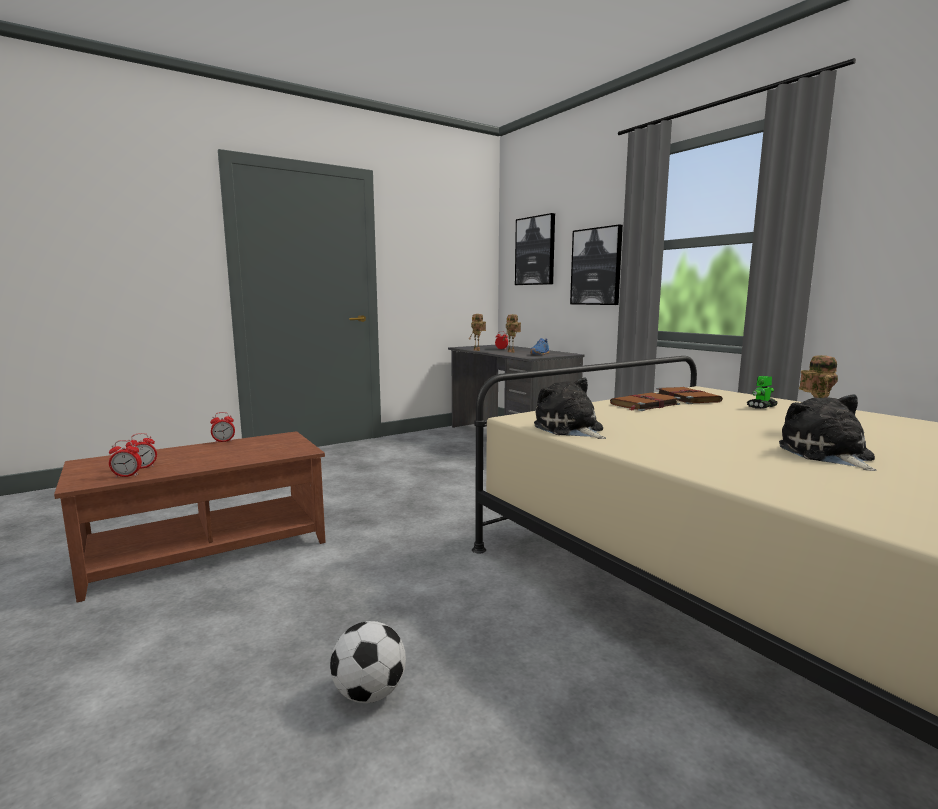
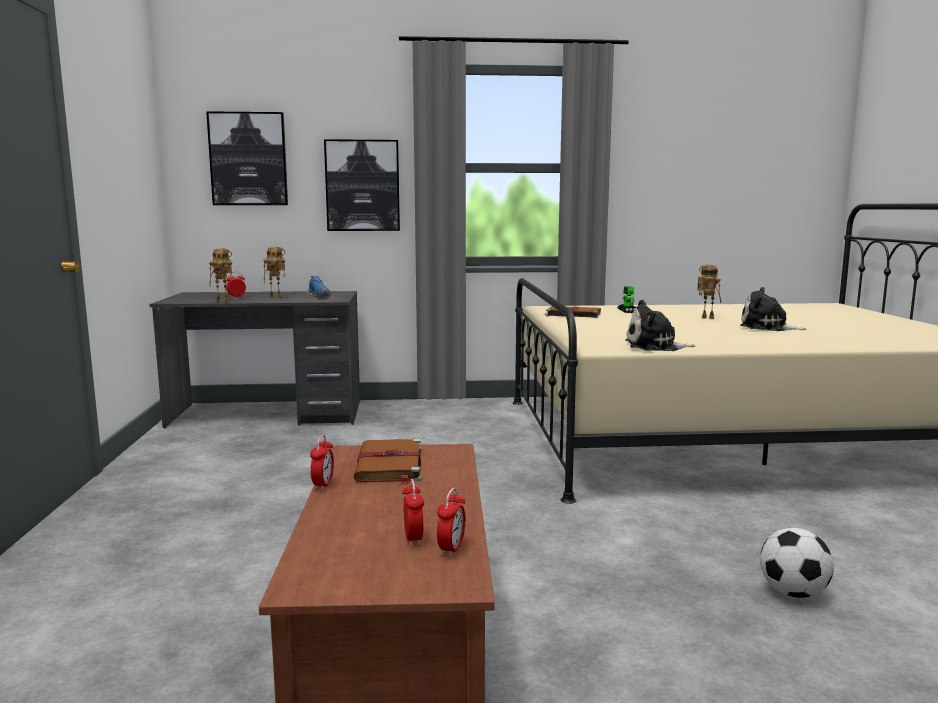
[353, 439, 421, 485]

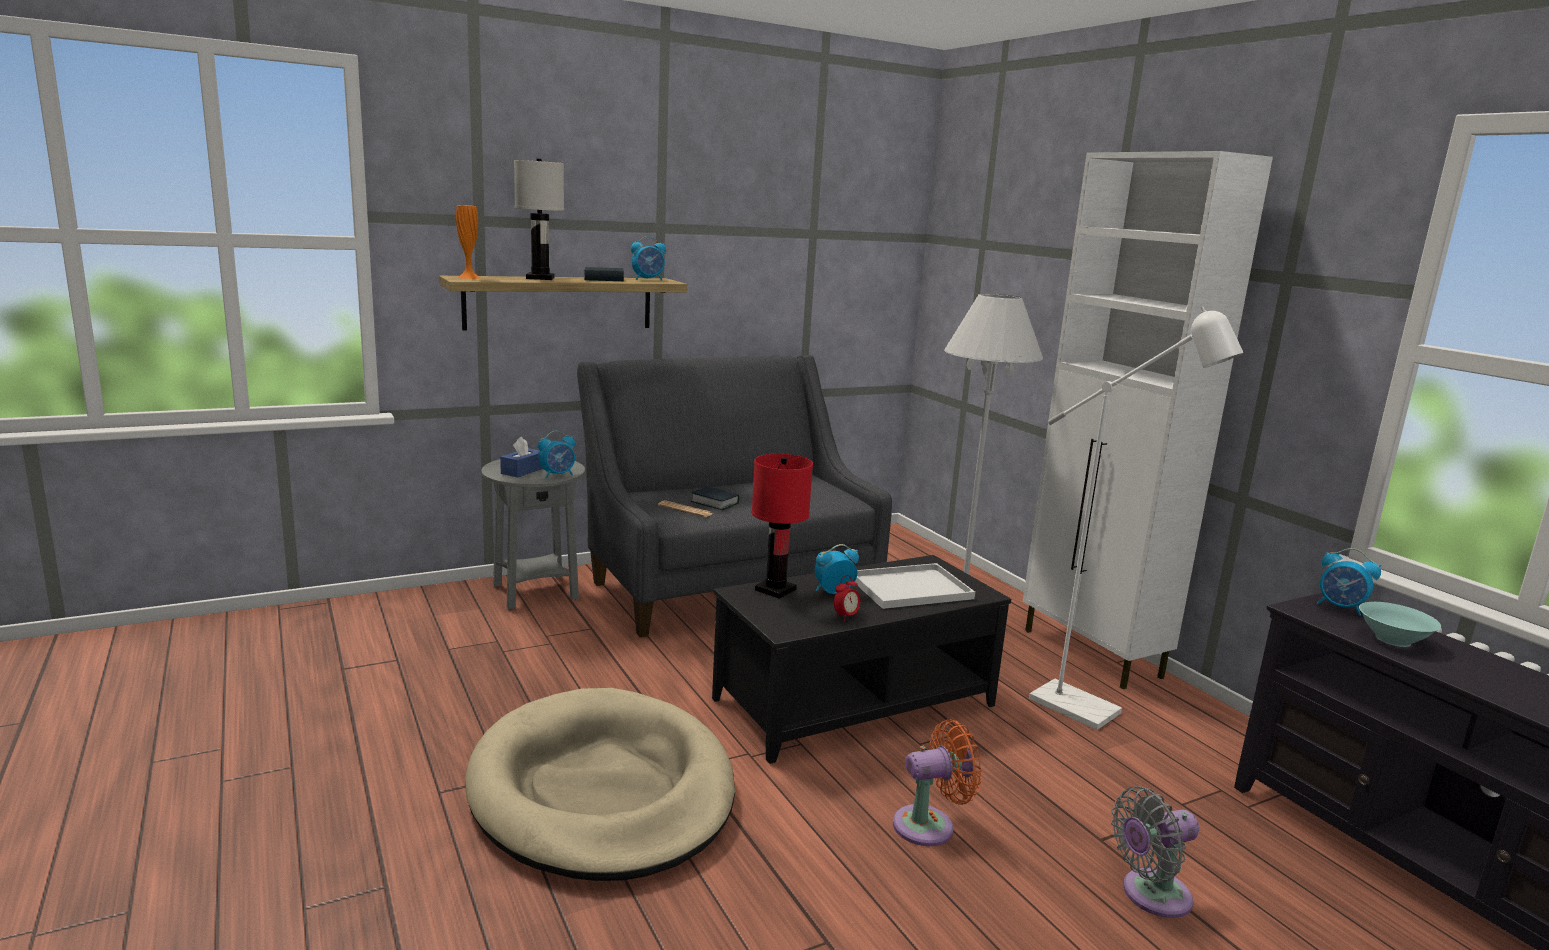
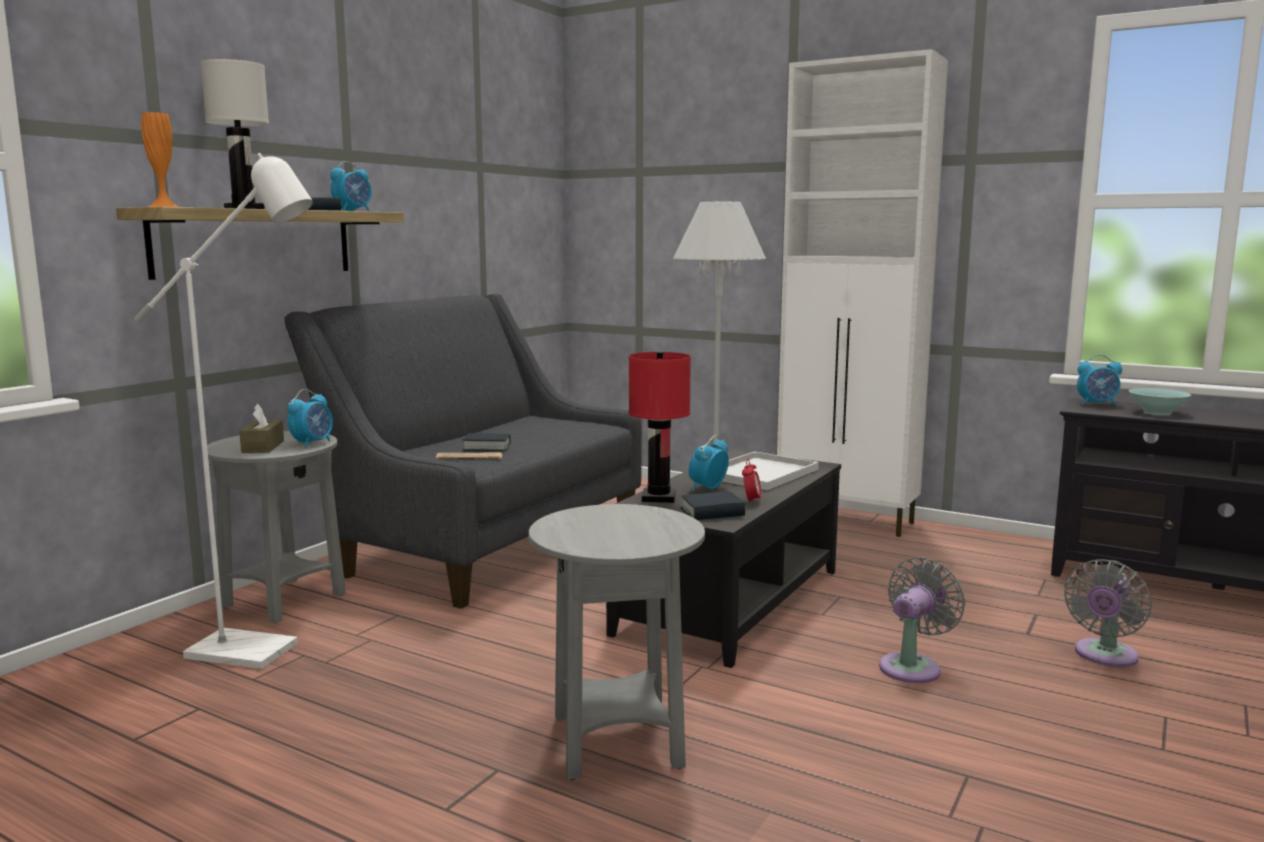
[134, 153, 313, 669]
[239, 404, 284, 453]
[529, 504, 705, 780]
[879, 557, 965, 683]
[680, 491, 745, 520]

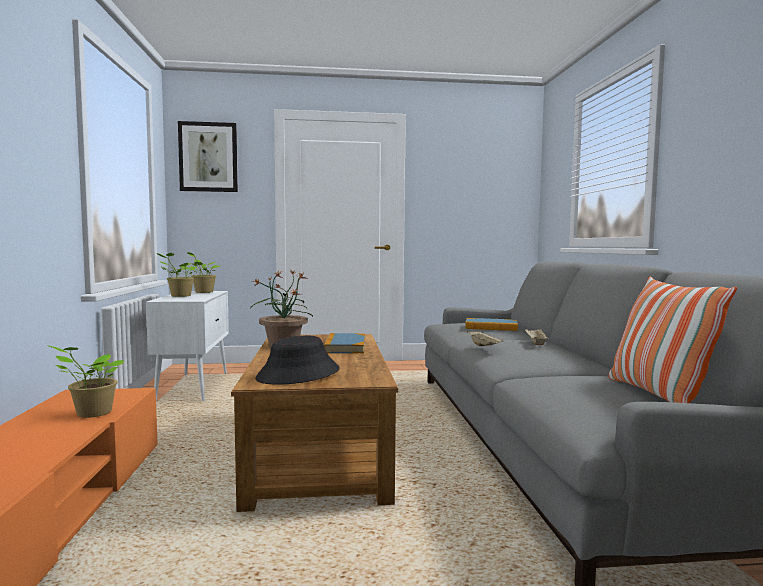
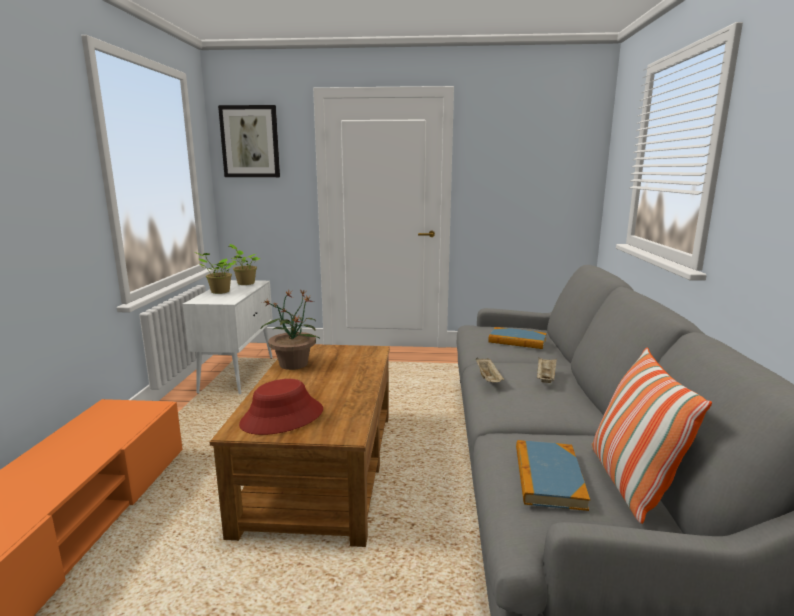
[516, 440, 590, 511]
[239, 379, 323, 435]
[47, 345, 124, 418] (first image)

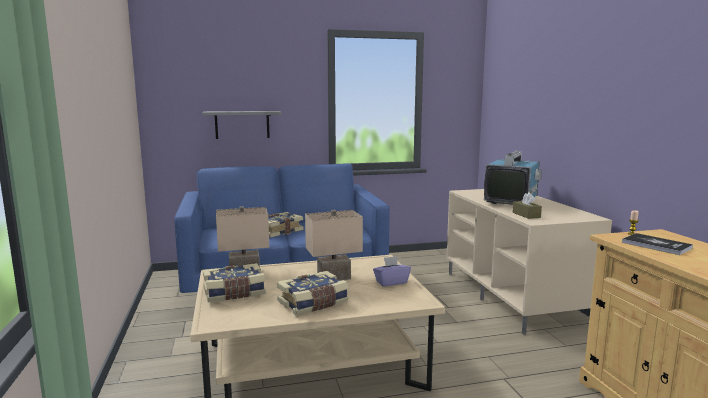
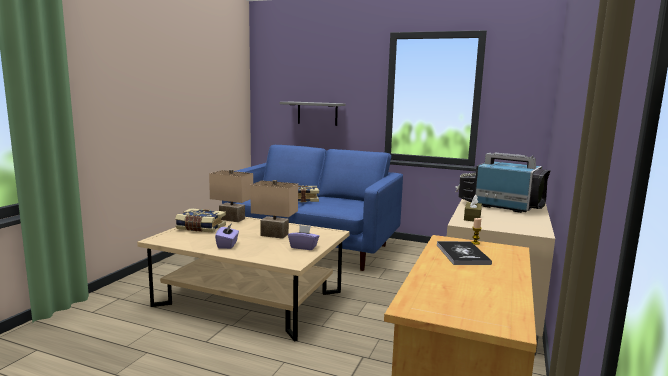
[455, 153, 550, 213]
[215, 223, 239, 249]

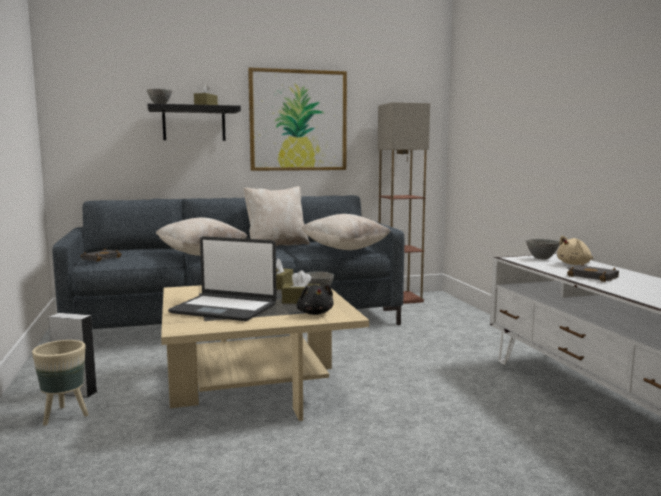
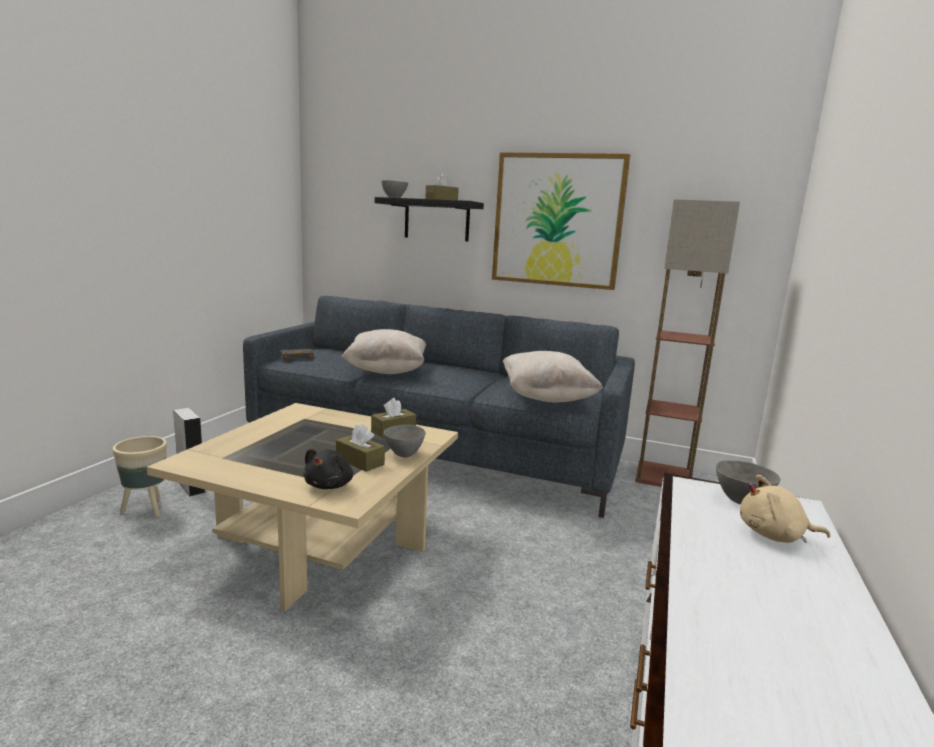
[244, 186, 310, 246] (first image)
[168, 236, 277, 321] (first image)
[567, 263, 619, 282] (first image)

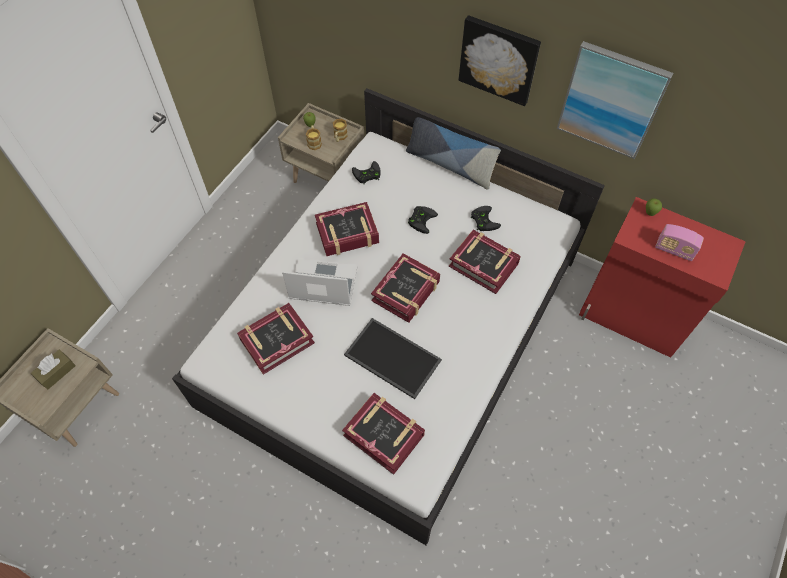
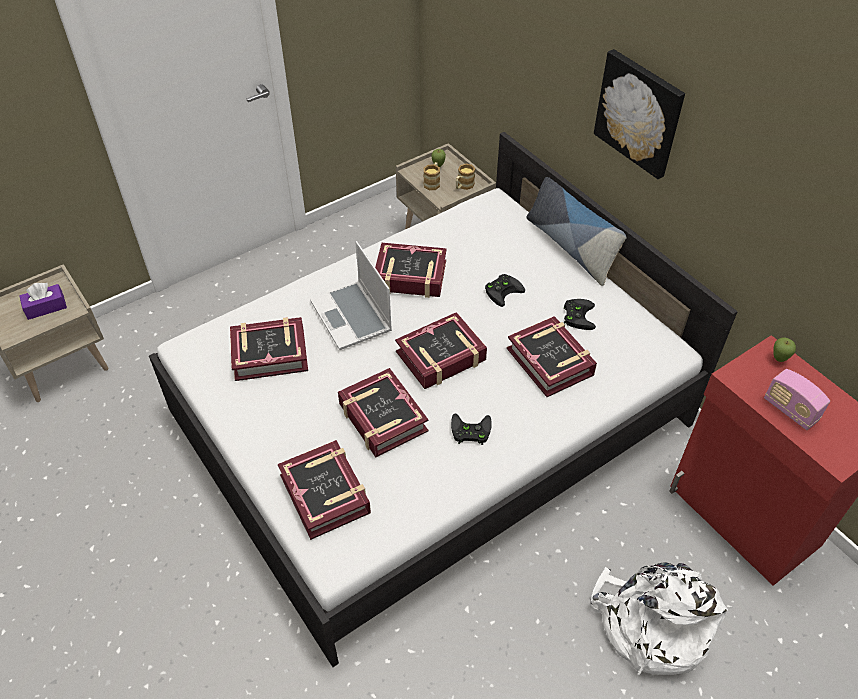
[557, 41, 673, 159] (first image)
[451, 413, 492, 445]
[310, 241, 392, 350]
[338, 368, 428, 457]
[19, 283, 67, 320]
[591, 562, 728, 675]

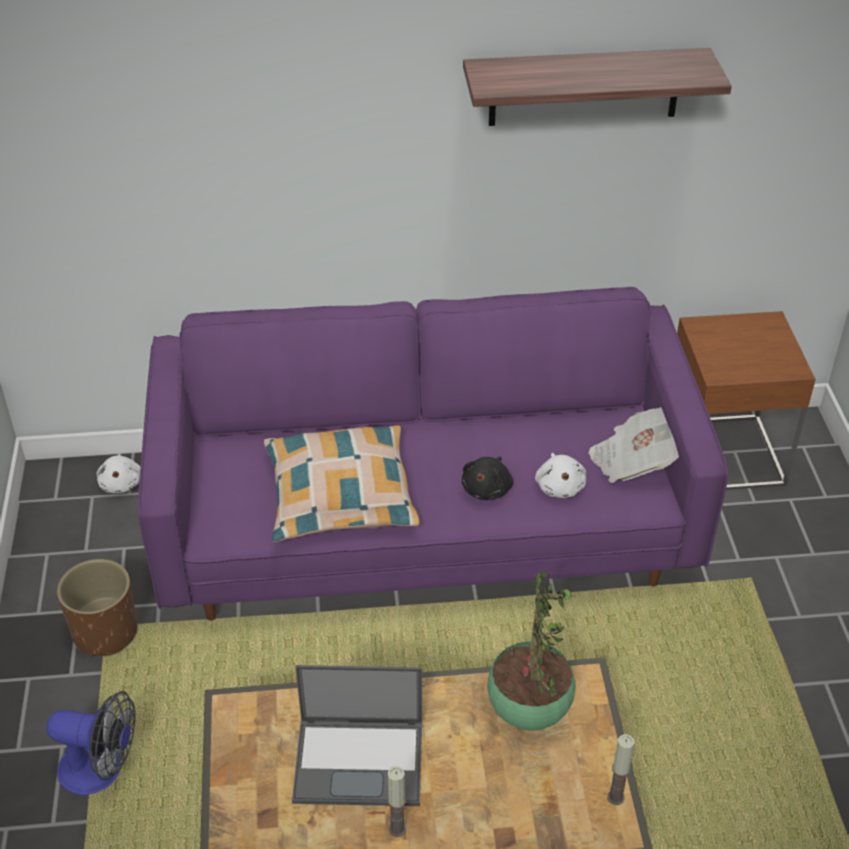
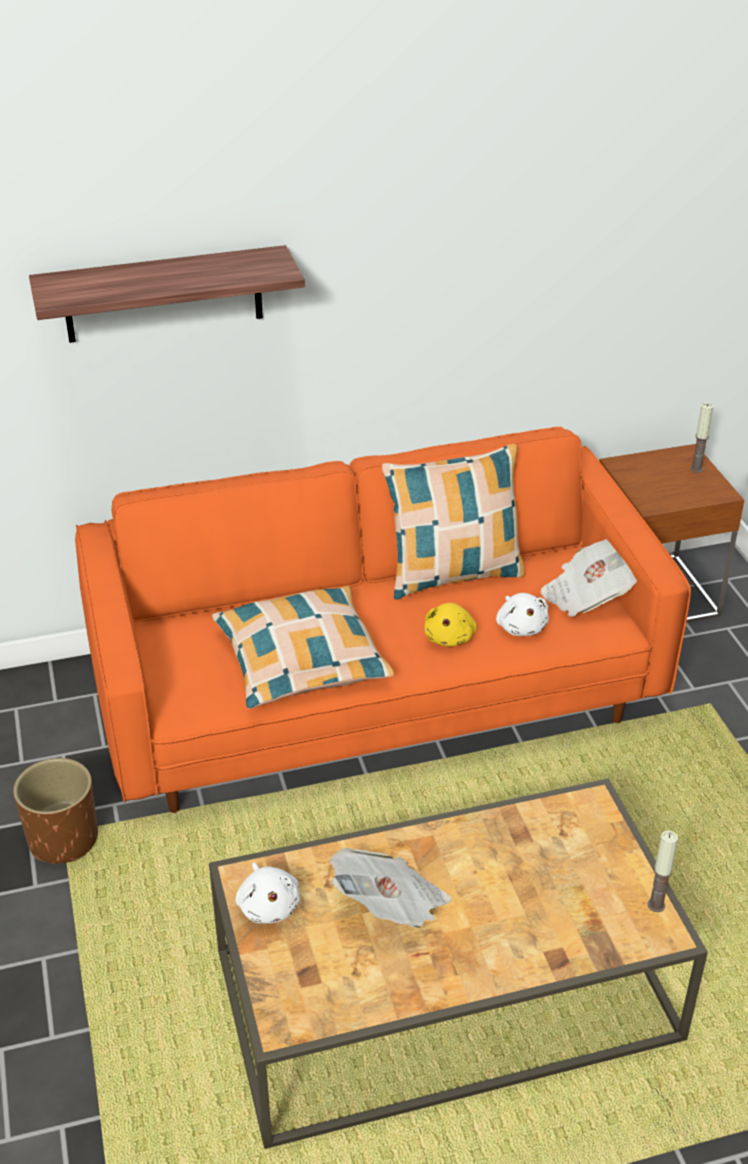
[29, 245, 305, 343]
[75, 427, 691, 813]
[236, 862, 300, 924]
[424, 603, 477, 646]
[487, 572, 576, 731] (first image)
[330, 848, 451, 928]
[46, 691, 136, 796] (first image)
[690, 403, 714, 473]
[382, 444, 525, 600]

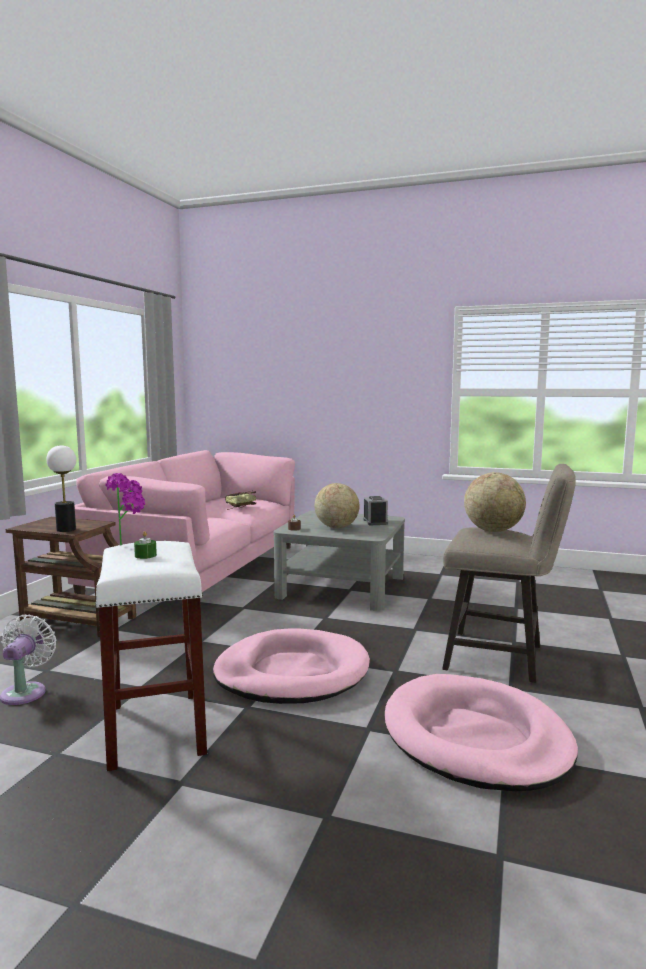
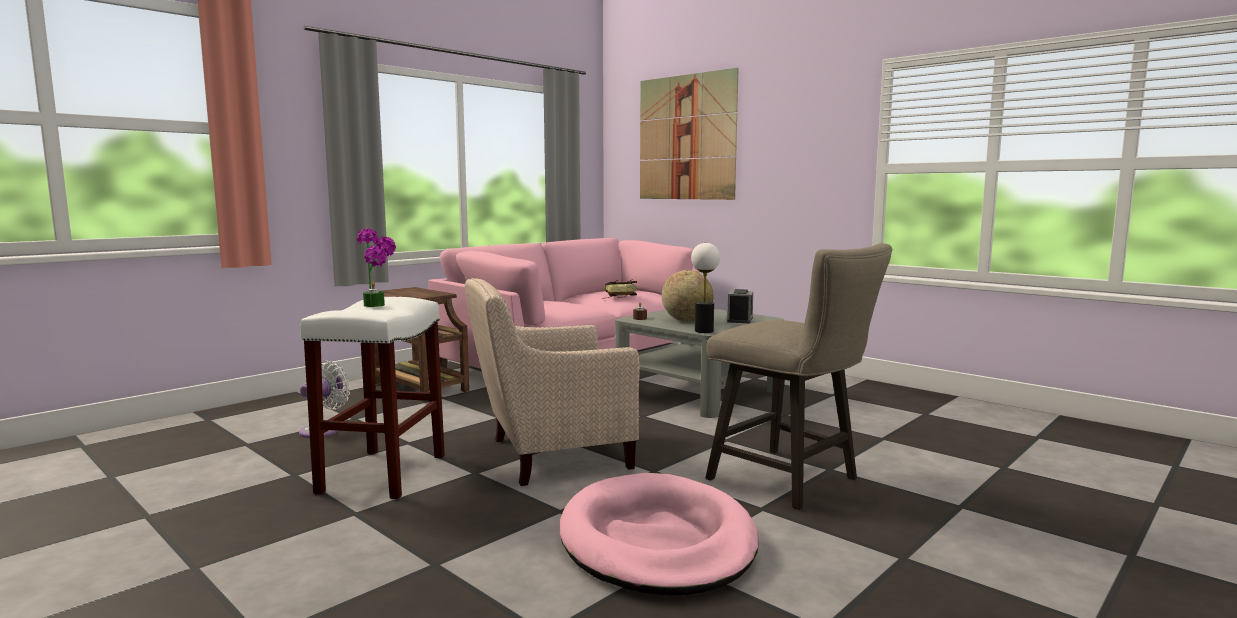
[691, 243, 720, 333]
[464, 472, 526, 532] (first image)
[465, 278, 640, 486]
[640, 68, 739, 200]

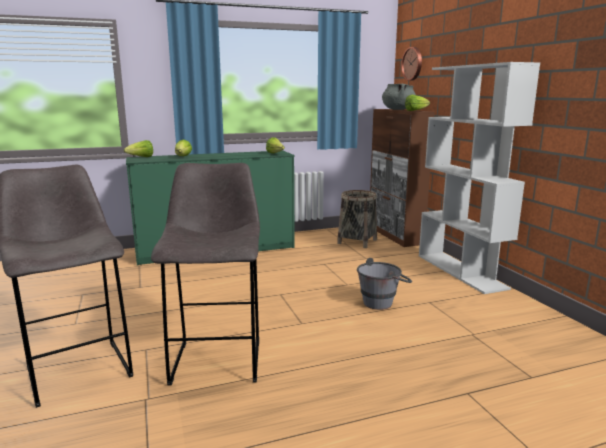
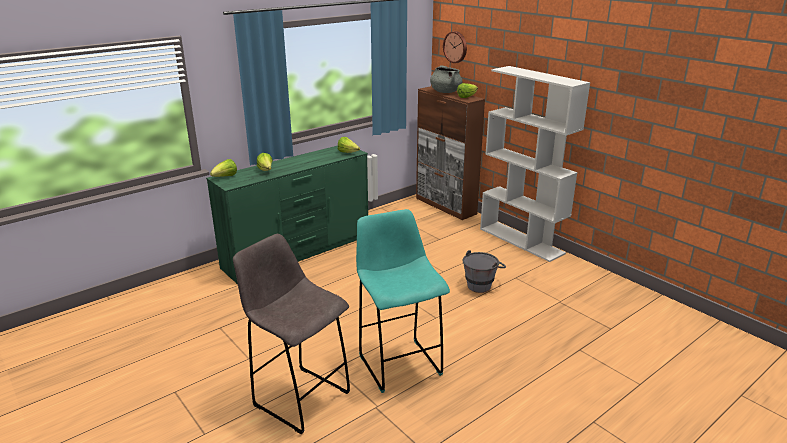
[356, 209, 450, 393]
[337, 190, 377, 248] (first image)

